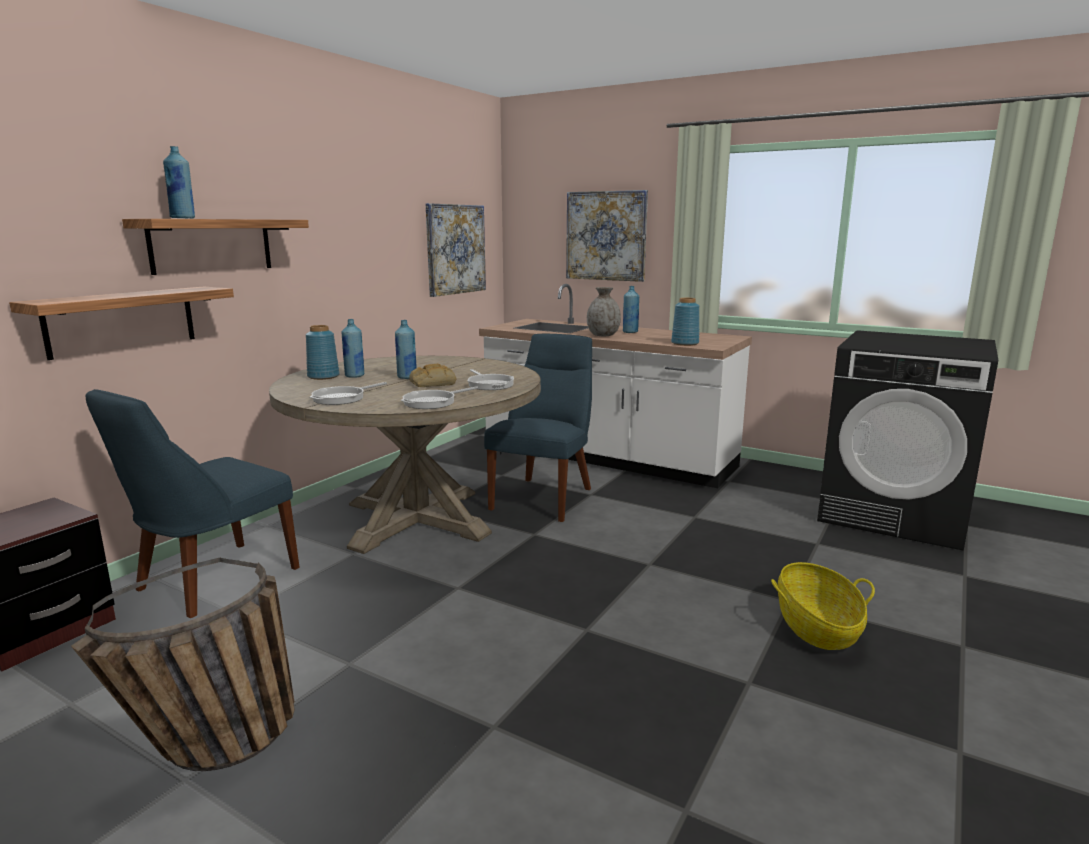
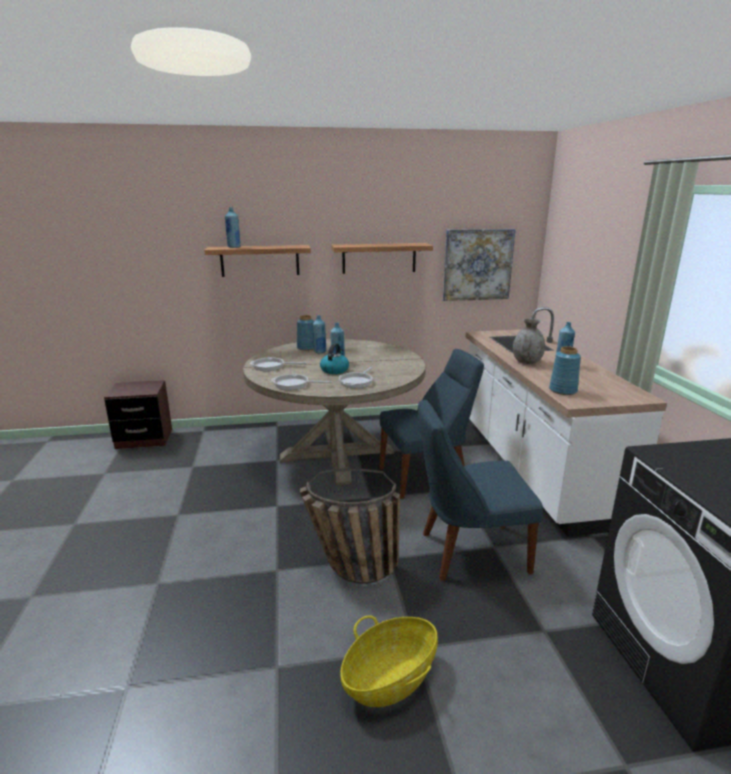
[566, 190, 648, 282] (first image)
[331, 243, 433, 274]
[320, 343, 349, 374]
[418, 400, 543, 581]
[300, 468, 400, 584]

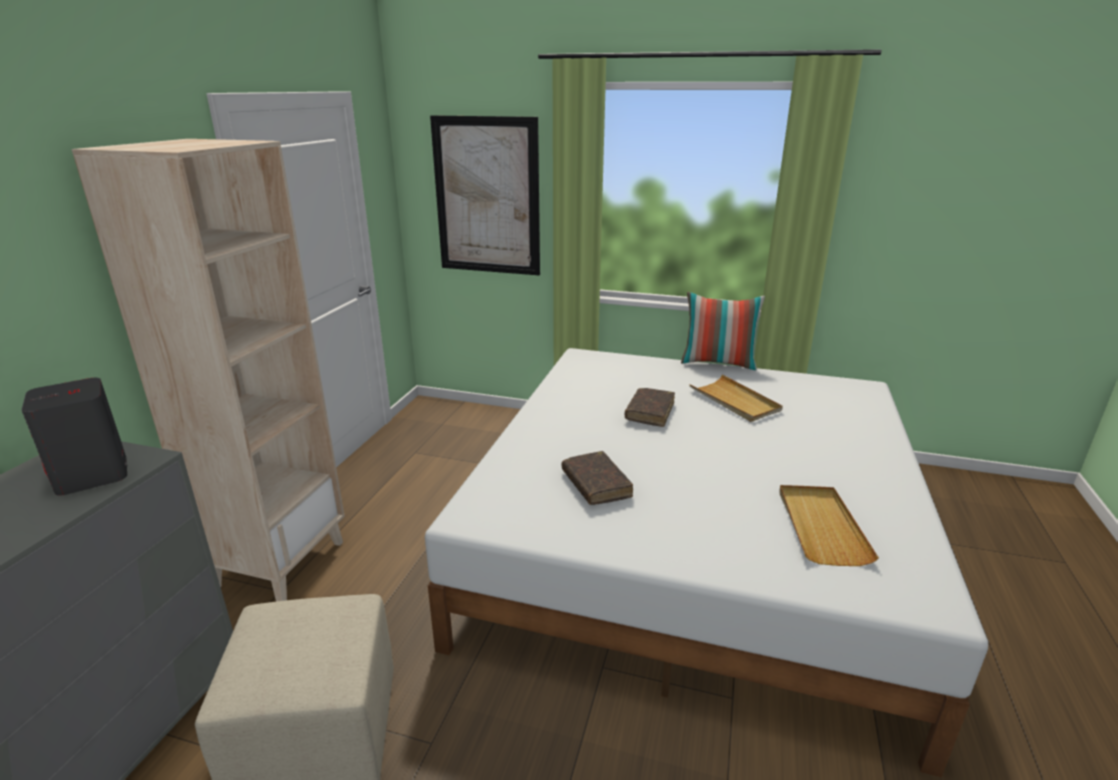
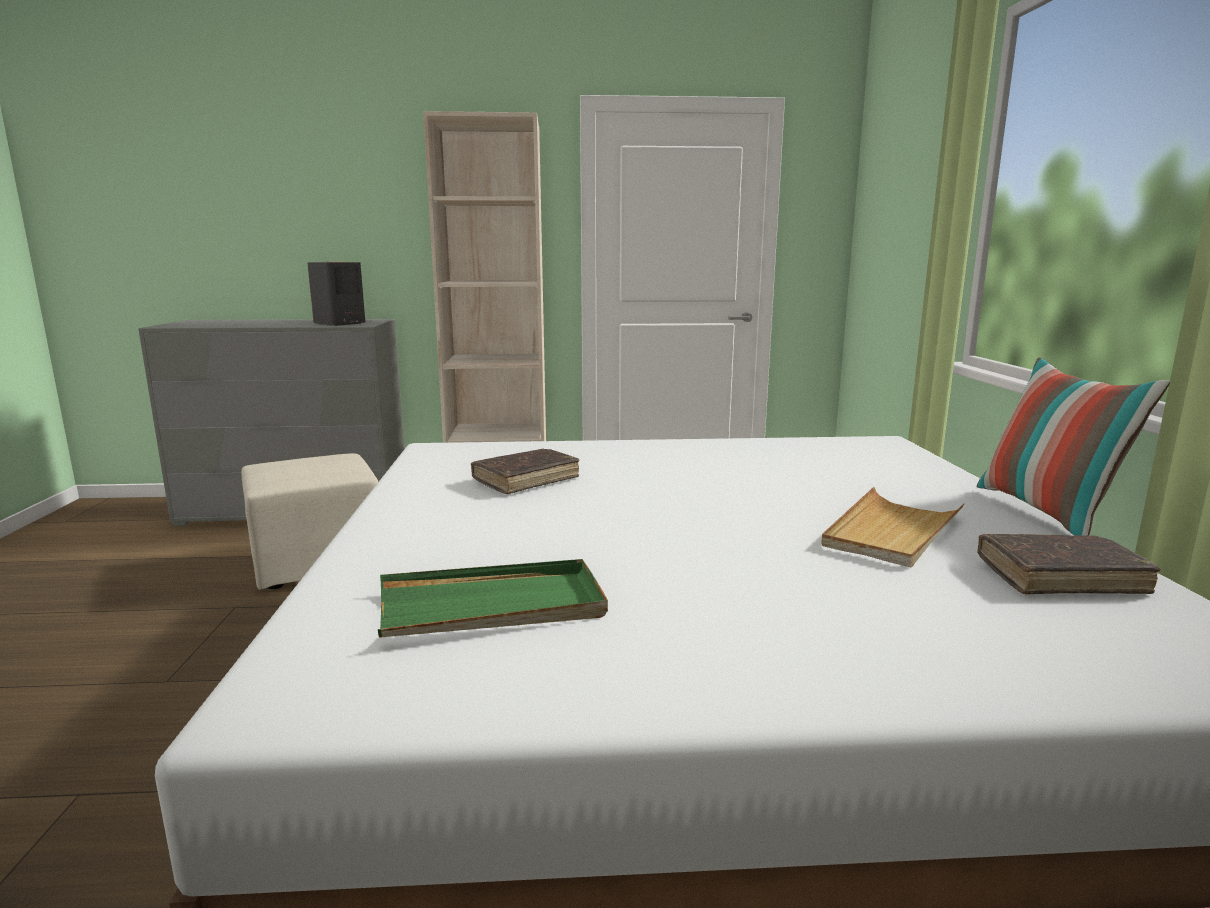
[430, 115, 540, 276] (first image)
[977, 534, 1161, 595]
[378, 559, 608, 638]

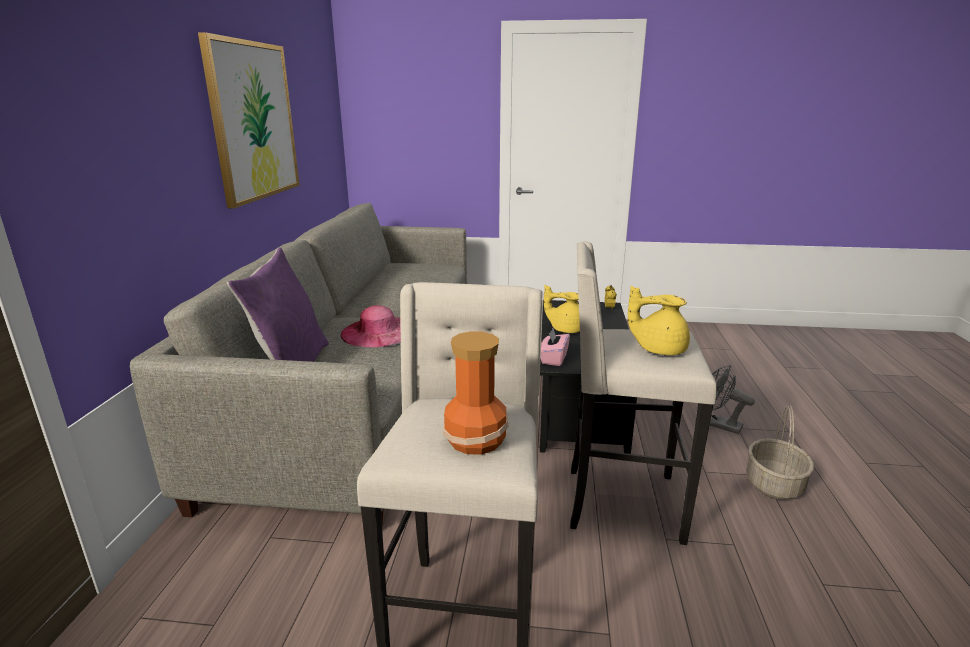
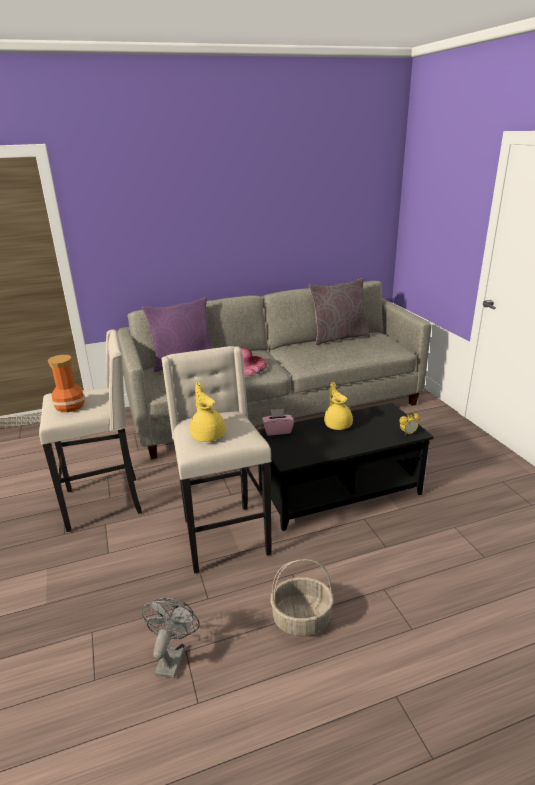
[198, 32, 300, 208] (first image)
[141, 598, 200, 679]
[309, 278, 370, 345]

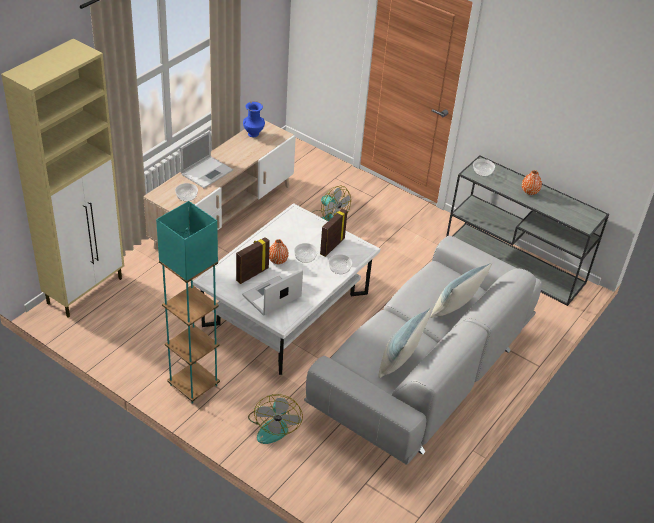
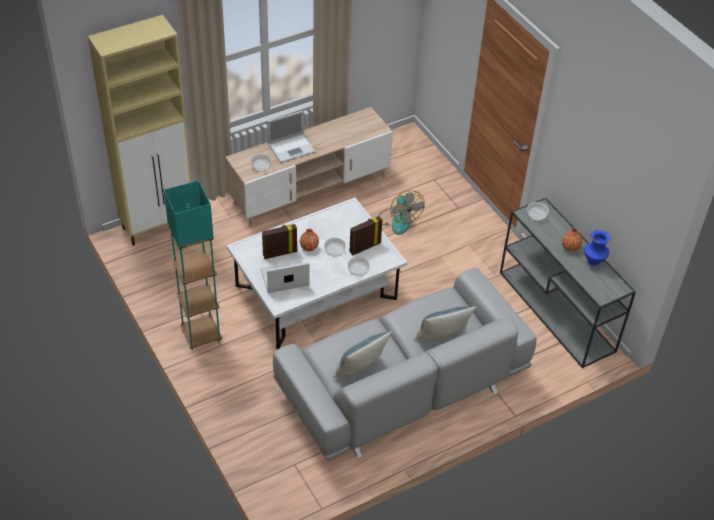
[585, 230, 611, 266]
[248, 394, 303, 444] (first image)

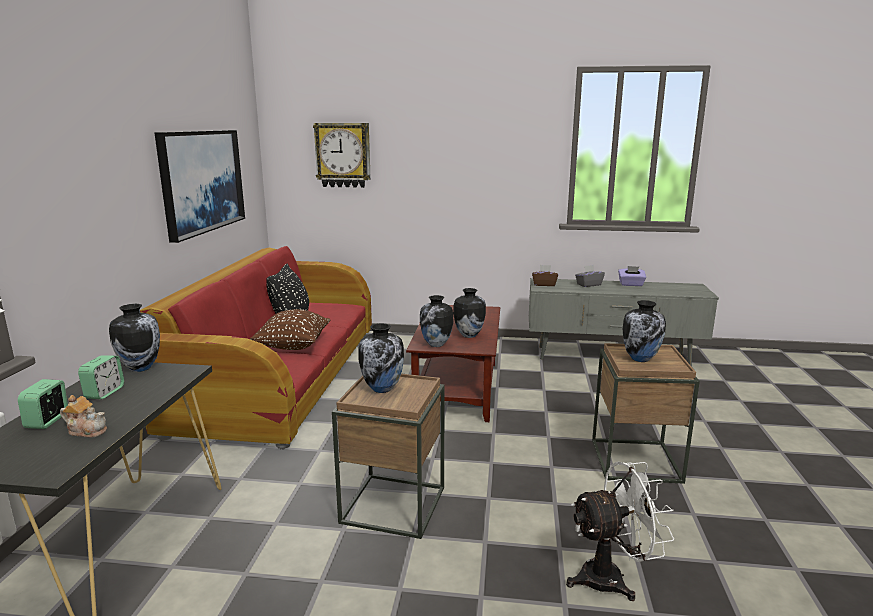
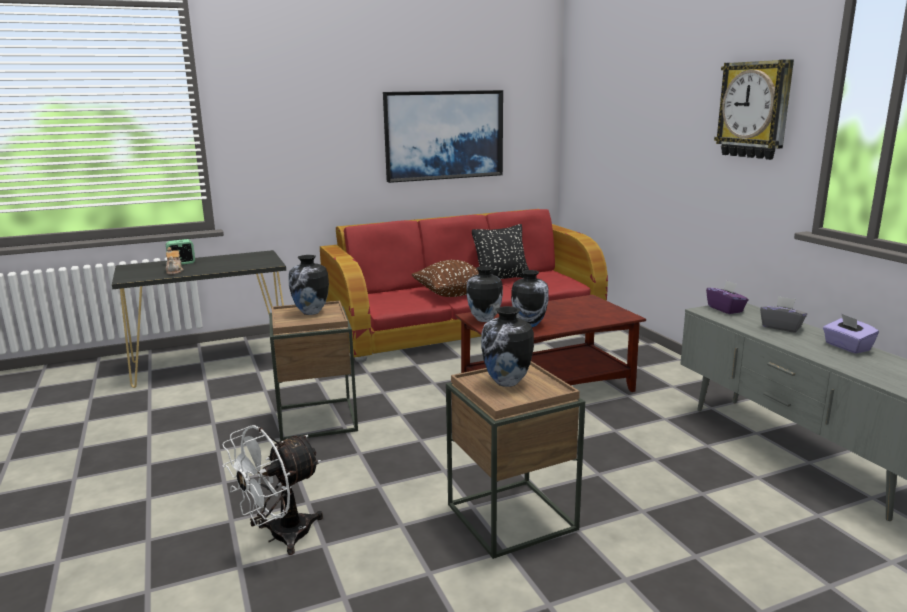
[714, 59, 794, 160]
[706, 281, 749, 314]
[109, 304, 160, 372] (first image)
[78, 355, 124, 399] (first image)
[222, 425, 323, 555]

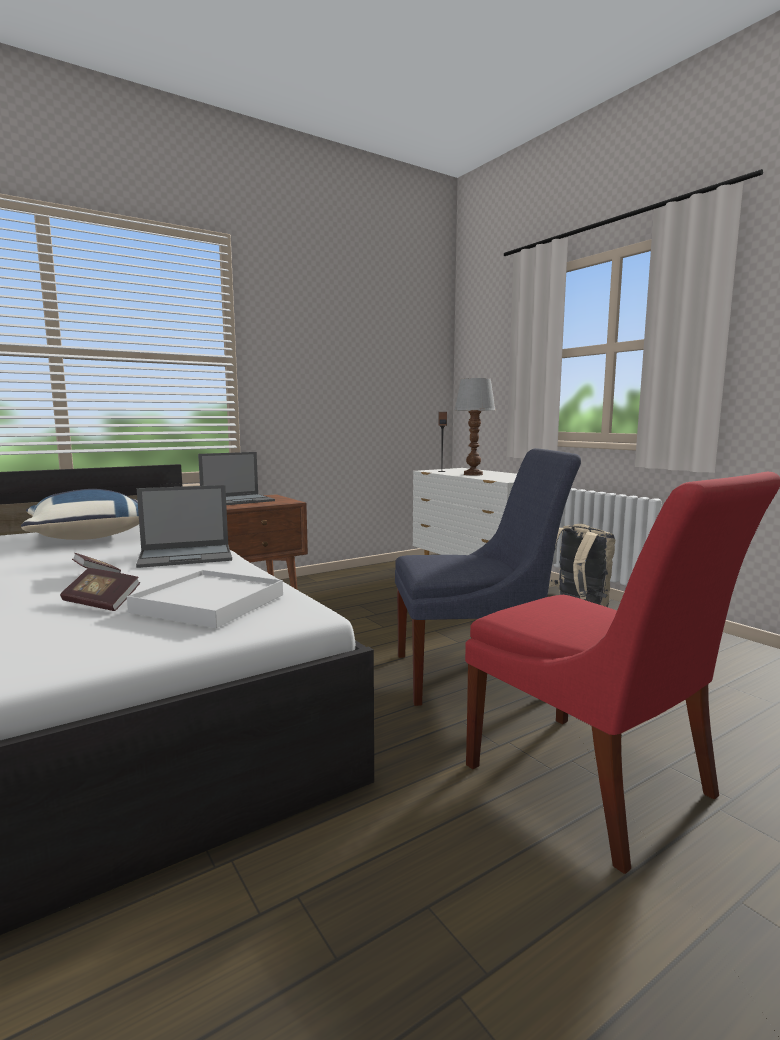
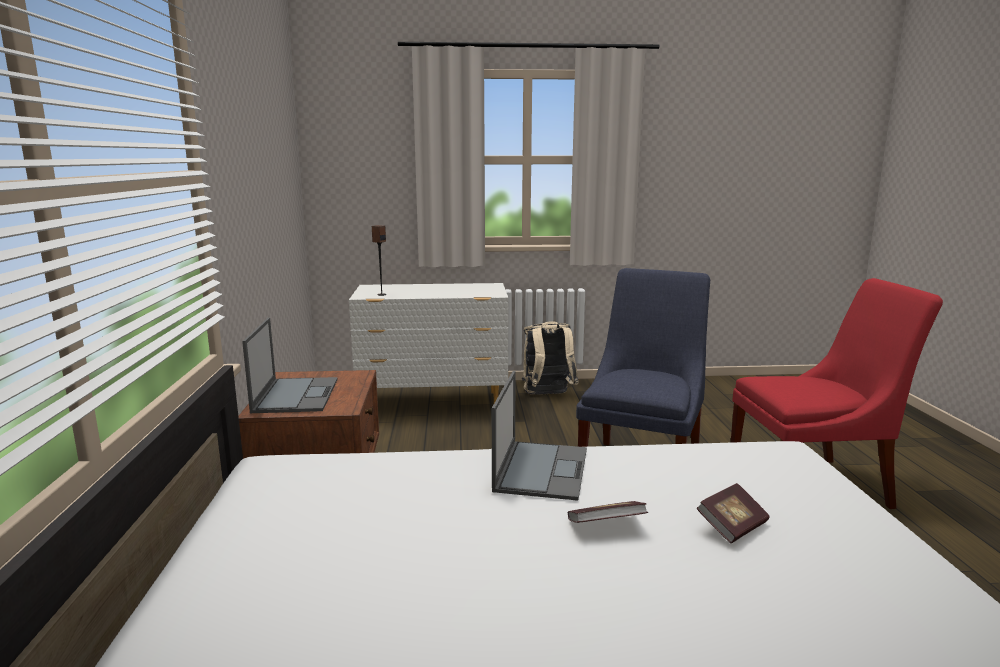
[454, 378, 496, 476] (first image)
[21, 489, 139, 540] (first image)
[127, 570, 283, 628] (first image)

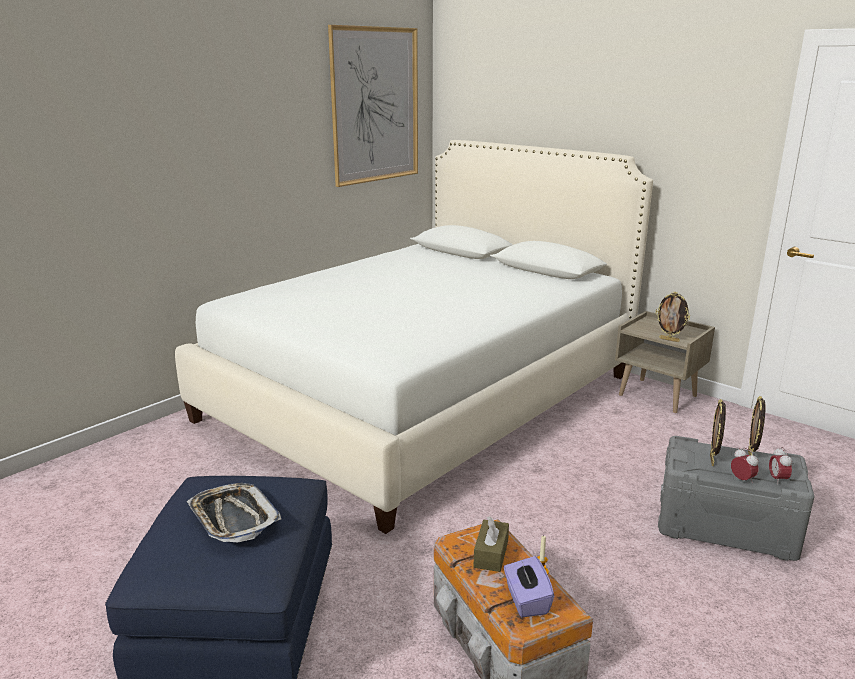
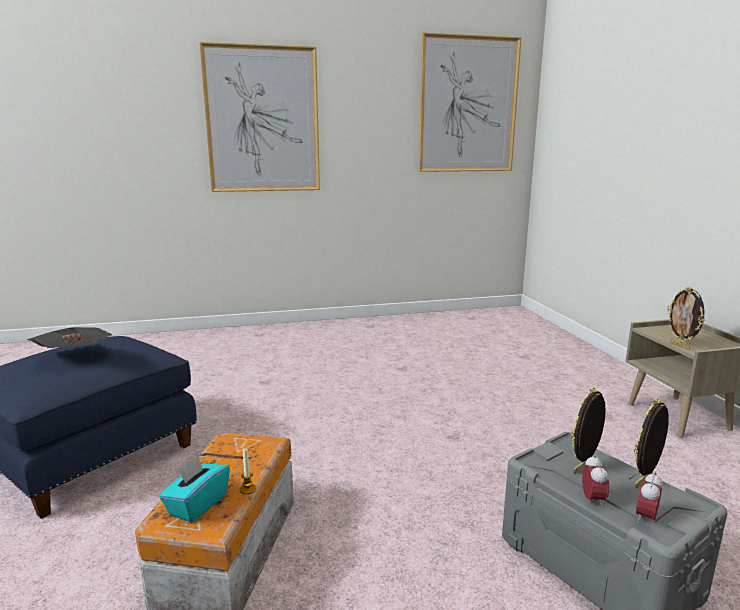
[175, 140, 653, 534] (first image)
[27, 327, 112, 348]
[474, 516, 509, 572] (first image)
[159, 455, 230, 523]
[199, 42, 320, 192]

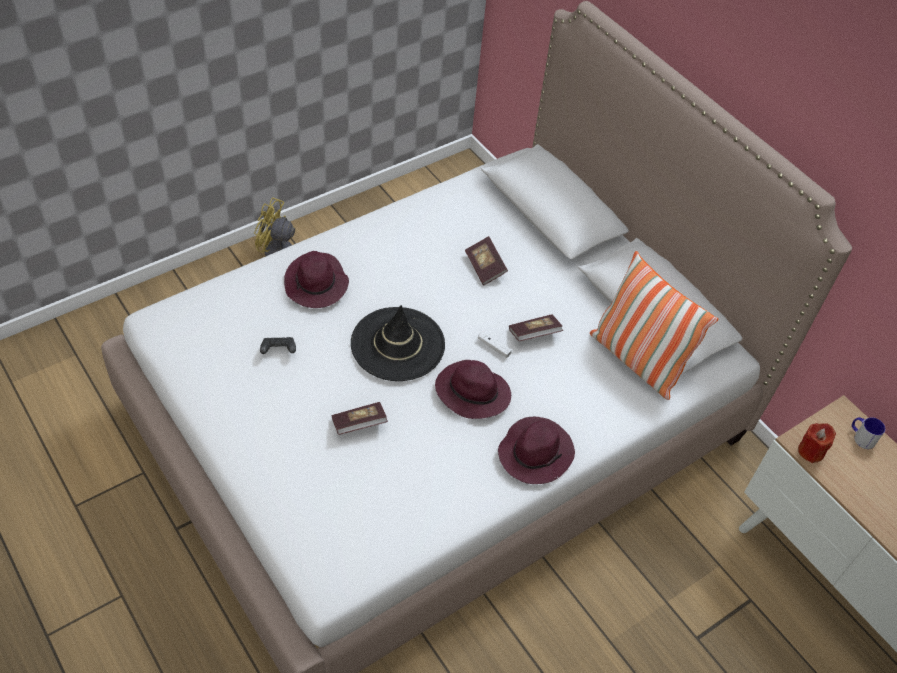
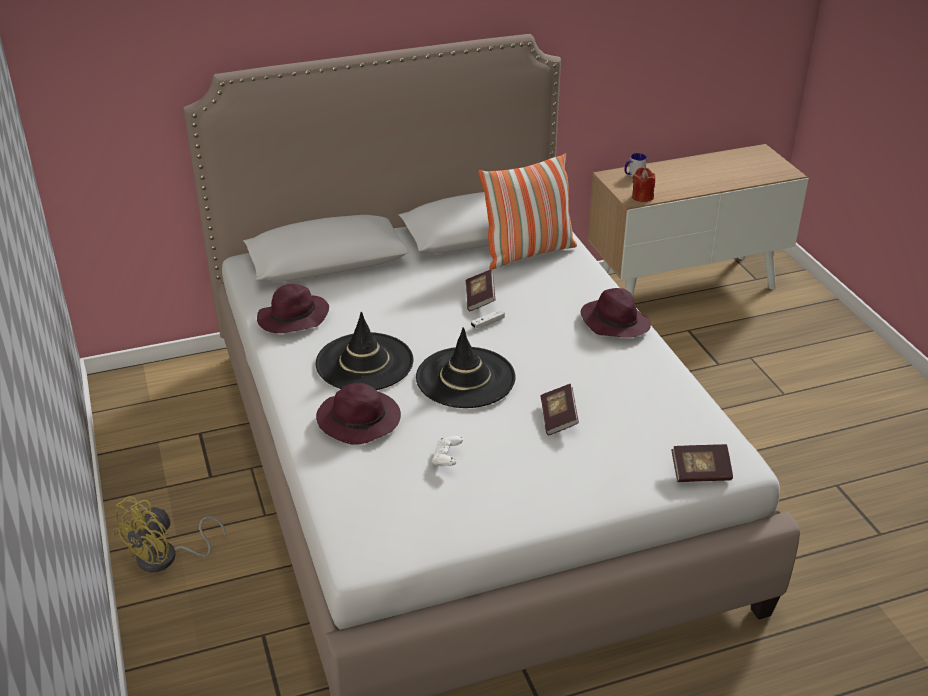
[671, 444, 733, 482]
[432, 436, 463, 466]
[257, 284, 329, 333]
[316, 312, 413, 390]

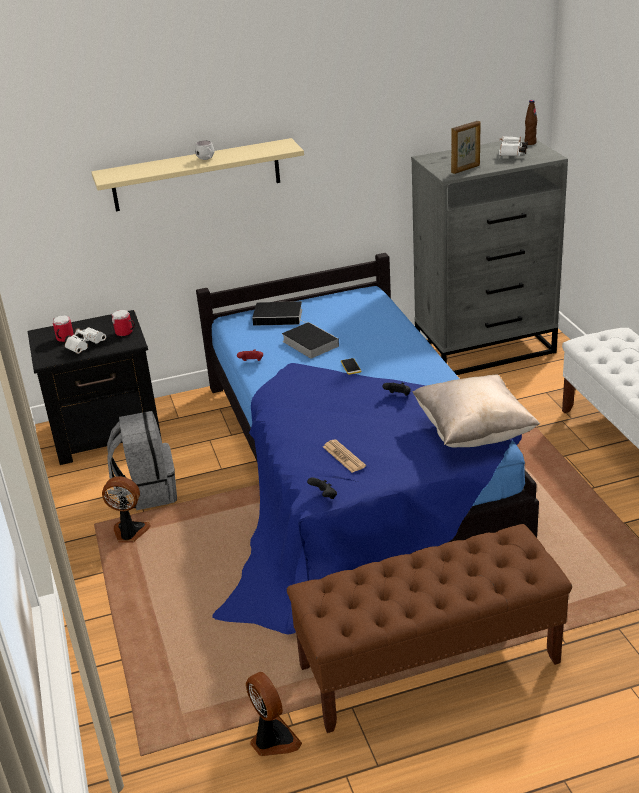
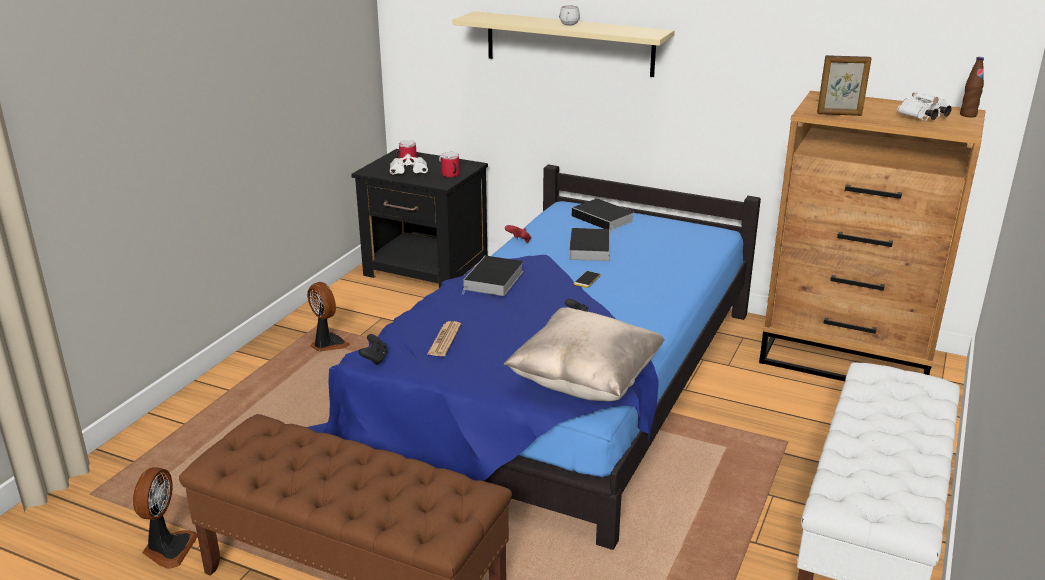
[759, 91, 986, 381]
[107, 411, 177, 510] (first image)
[461, 256, 524, 296]

